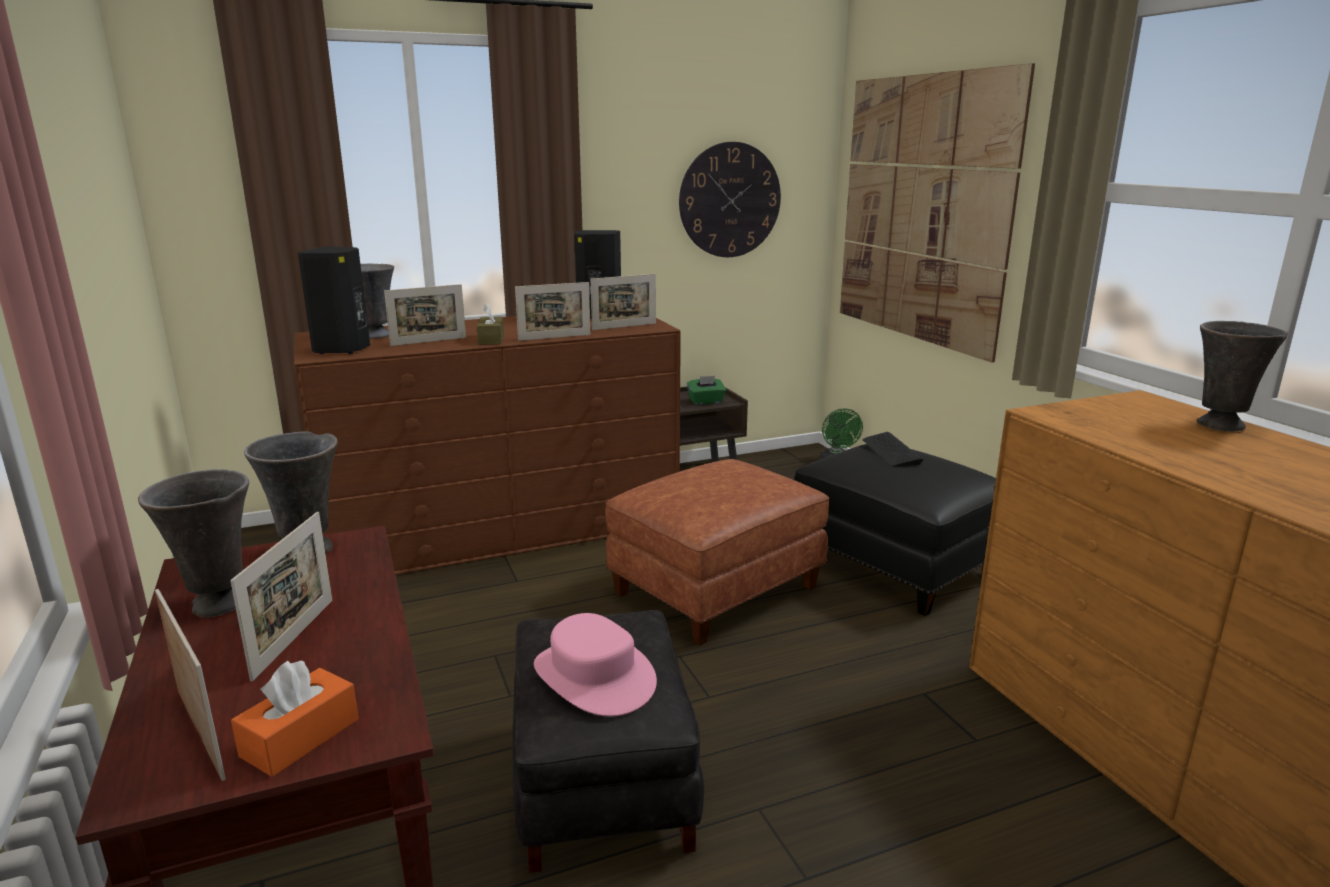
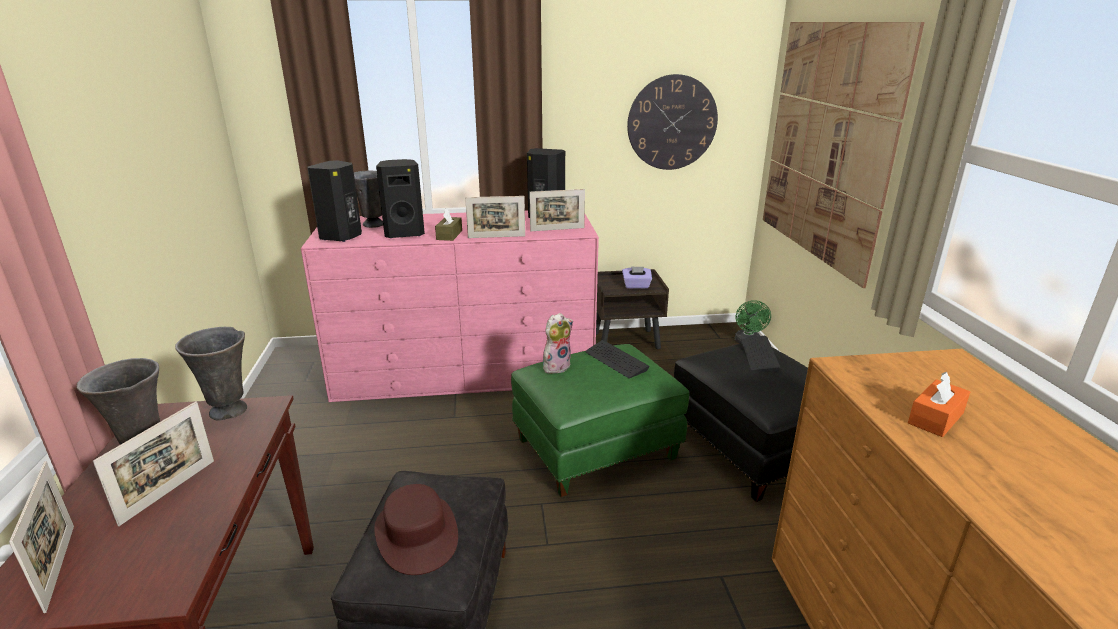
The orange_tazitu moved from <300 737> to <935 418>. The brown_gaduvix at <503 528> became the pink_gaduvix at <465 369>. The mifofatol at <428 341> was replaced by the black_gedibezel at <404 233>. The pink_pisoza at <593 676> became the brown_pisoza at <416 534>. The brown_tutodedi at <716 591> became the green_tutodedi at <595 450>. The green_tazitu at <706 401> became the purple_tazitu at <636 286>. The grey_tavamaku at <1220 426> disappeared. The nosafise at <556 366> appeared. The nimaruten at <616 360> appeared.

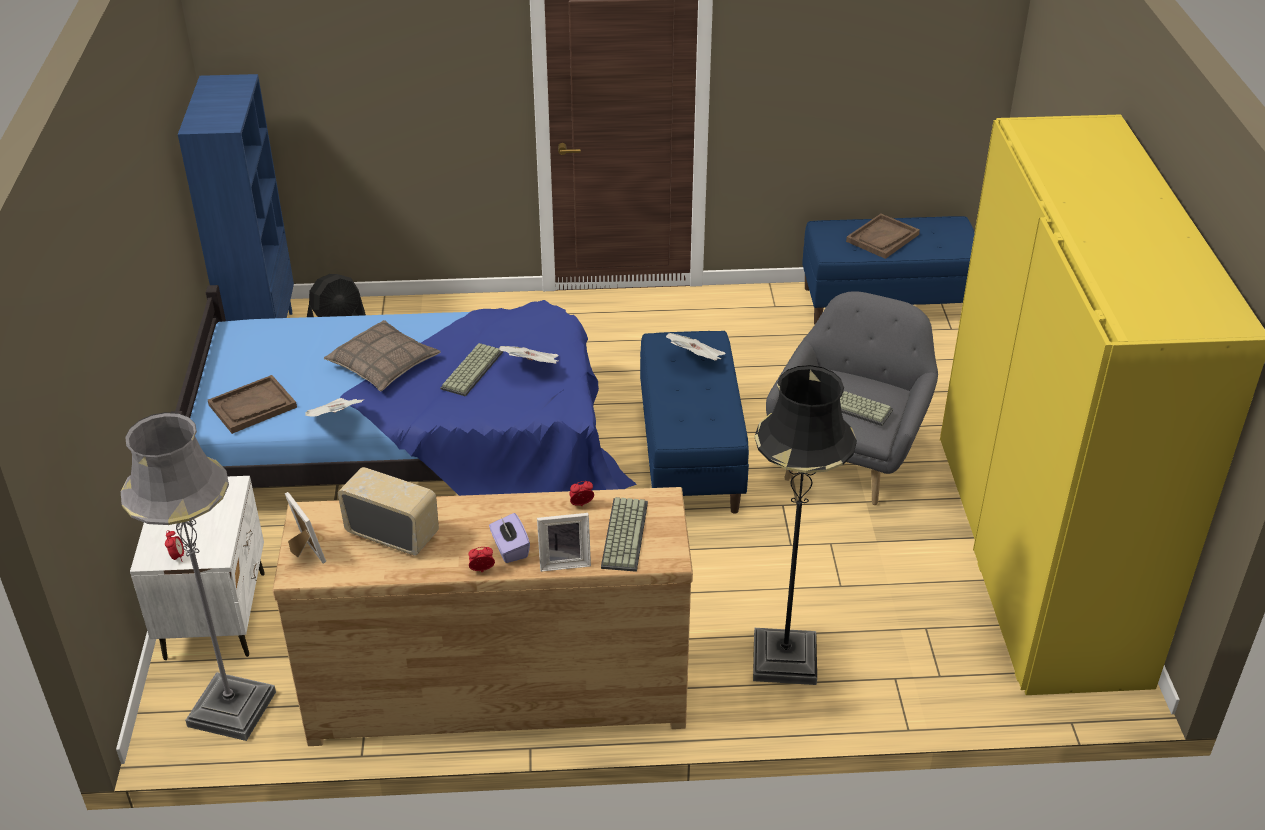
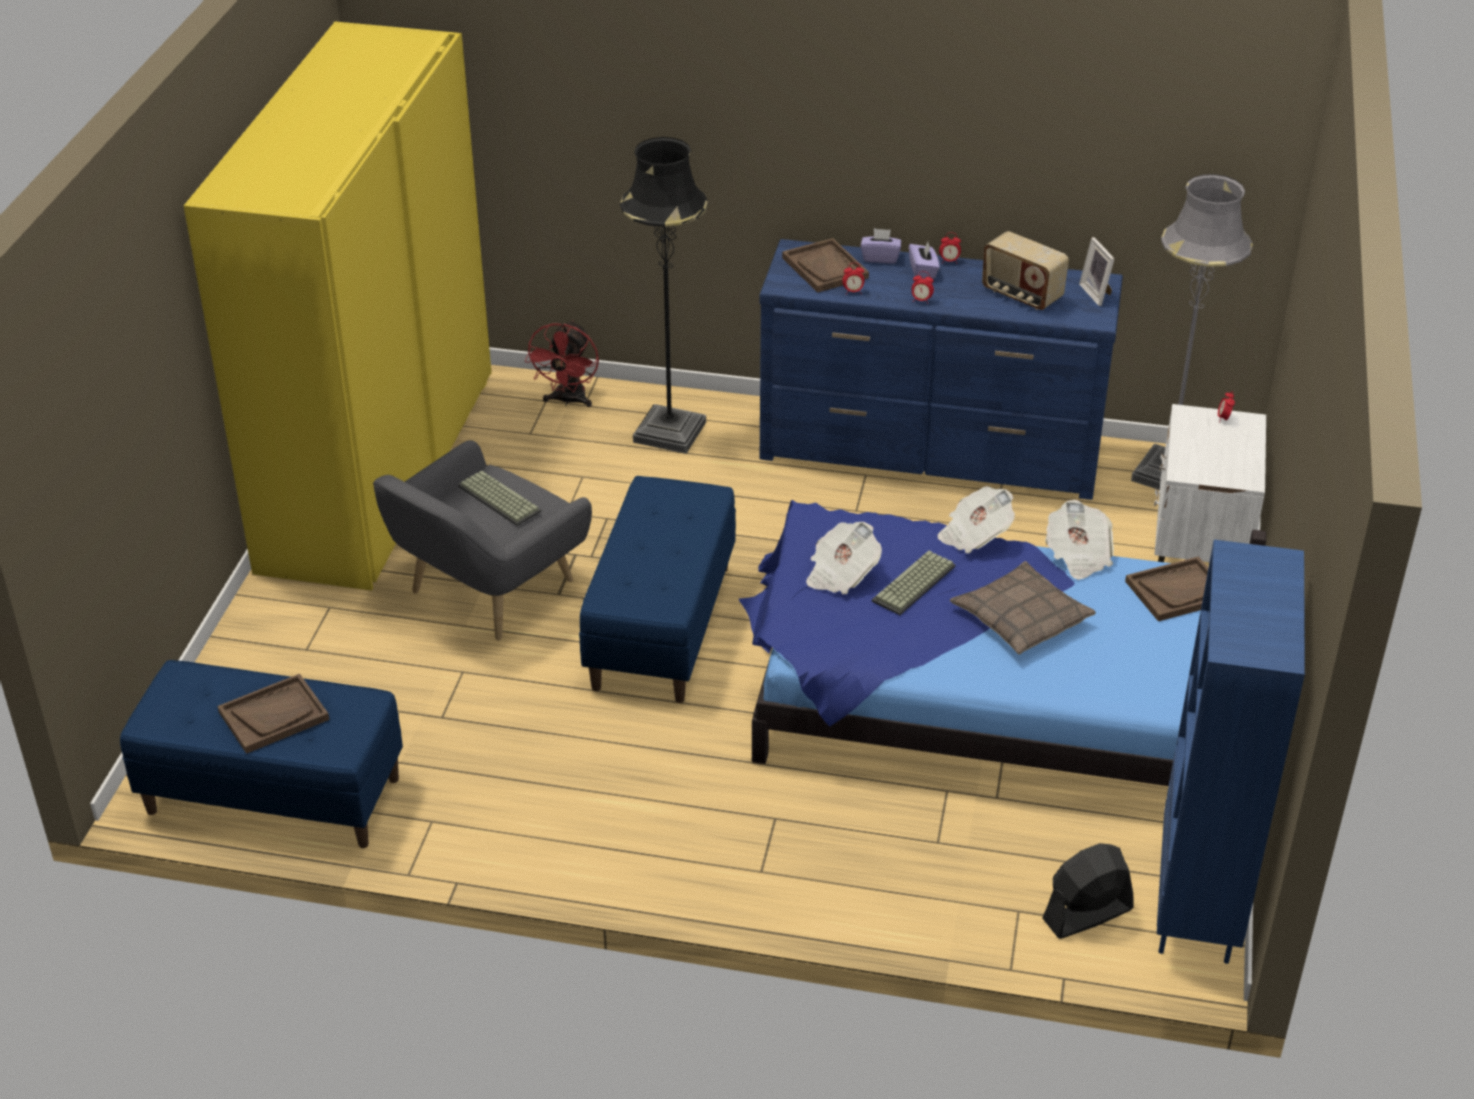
The brown_gaduvix at <497 690> became the blue_gaduvix at <931 451>. The mifofatol at <564 561> was replaced by the purple_tazitu at <880 258>. The nimaruten at <623 534> was replaced by the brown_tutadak at <825 268>. The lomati moved from <696 360> to <974 535>. The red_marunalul at <568 401> appeared. The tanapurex at <921 300> appeared.

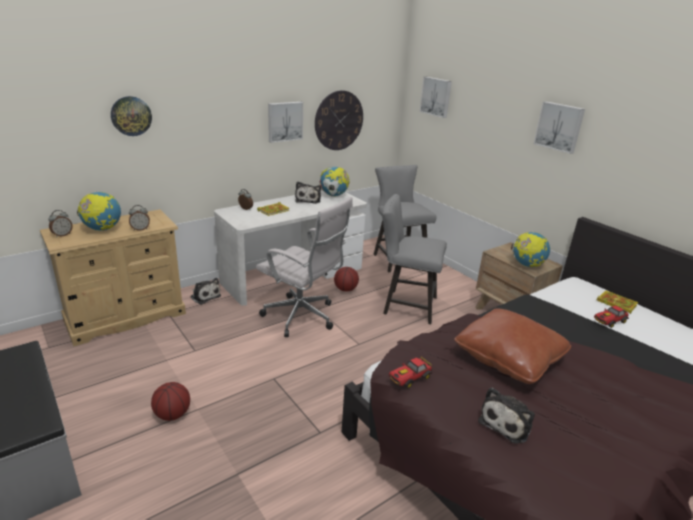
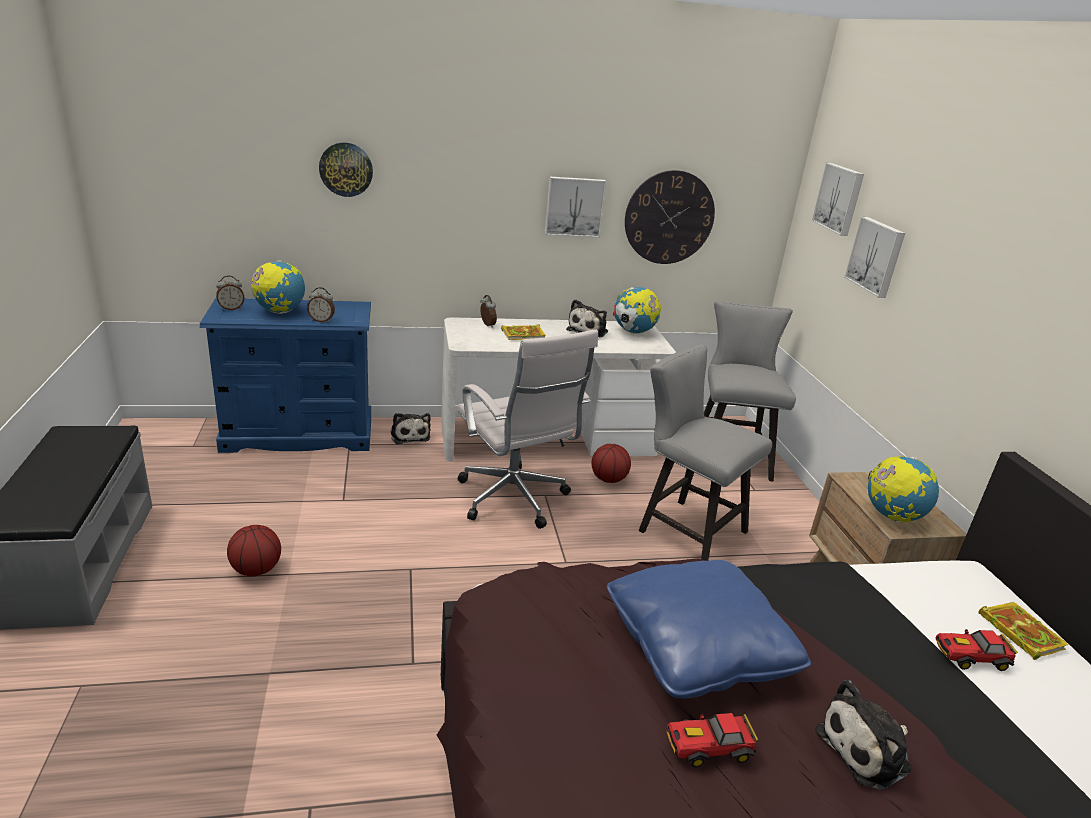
The beige_gaduvix at <126 317> became the blue_gaduvix at <299 435>. The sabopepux moved from <409 378> to <707 748>. The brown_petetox at <508 357> became the blue_petetox at <697 647>. The nosafise moved from <507 422> to <867 750>. The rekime moved from <559 127> to <876 256>.

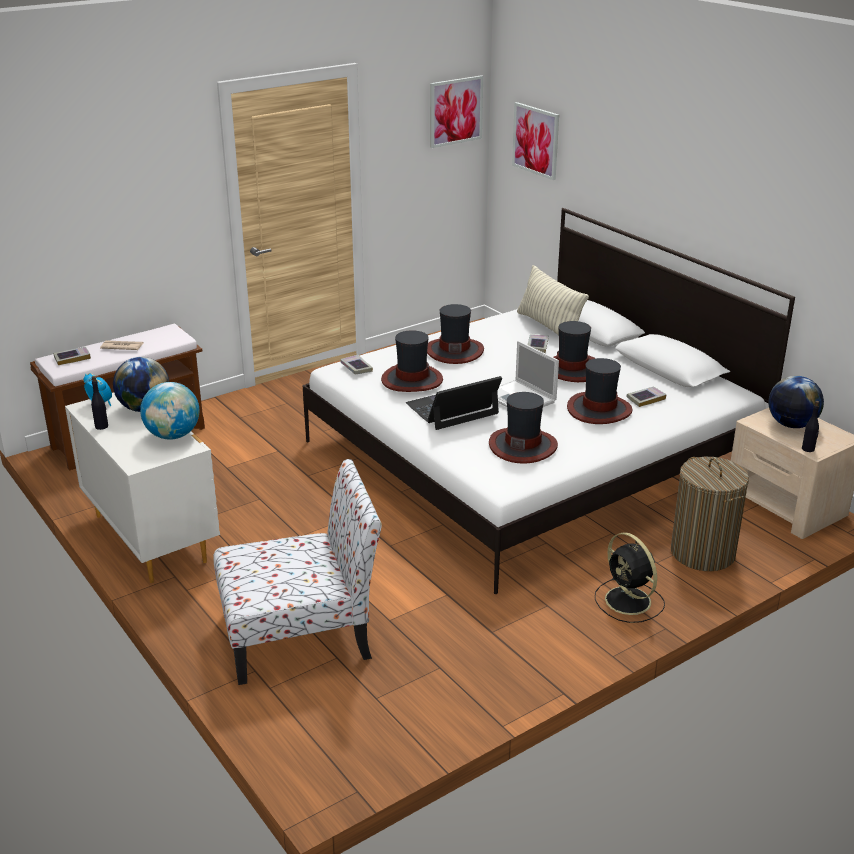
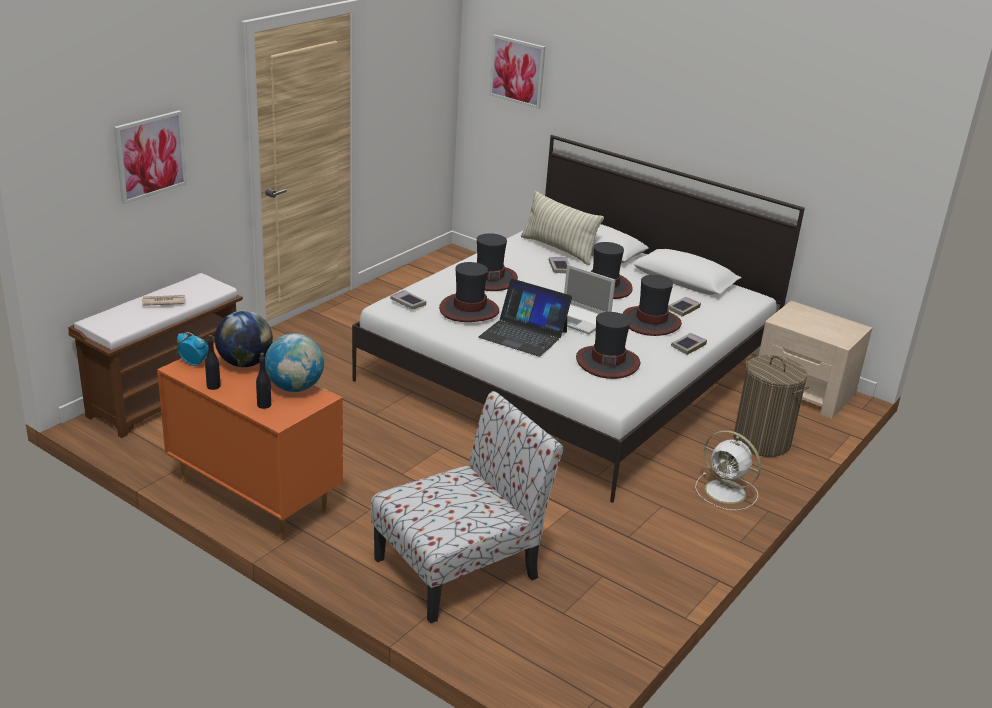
The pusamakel moved from <72 358> to <688 346>. The white_gaduvix at <151 537> became the orange_gaduvix at <254 495>. The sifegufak at <452 409> turned 105 degrees counterclockwise. The rekime moved from <455 111> to <150 156>. The black_marunalul at <629 602> became the white_marunalul at <727 492>. The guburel at <791 425> disappeared. The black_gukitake moved from <808 449> to <264 405>.

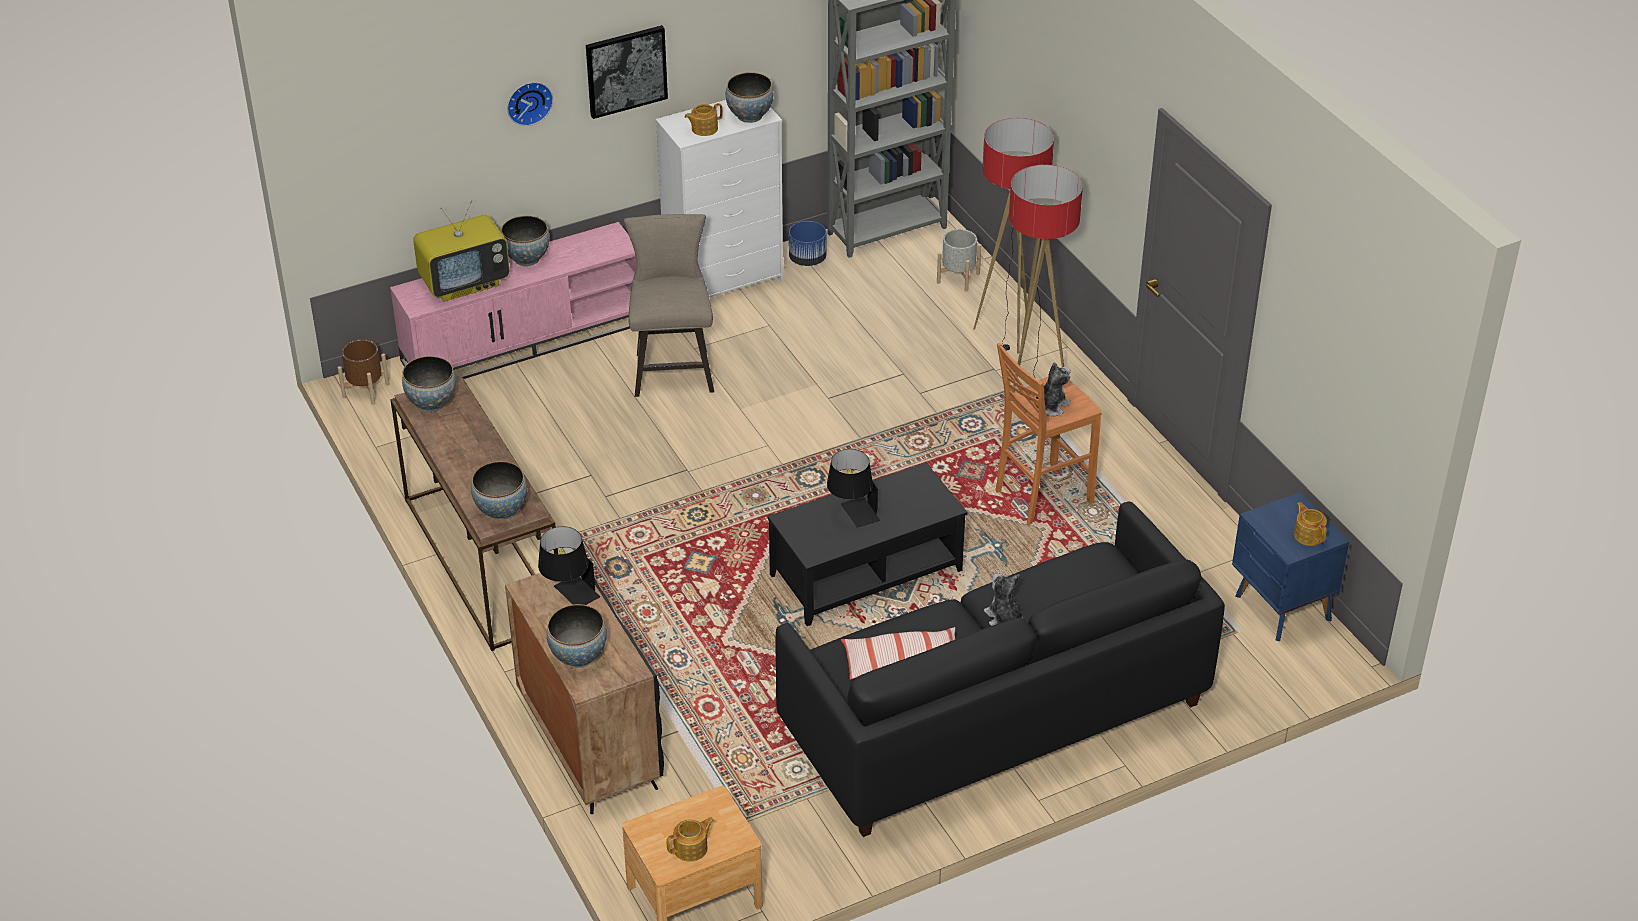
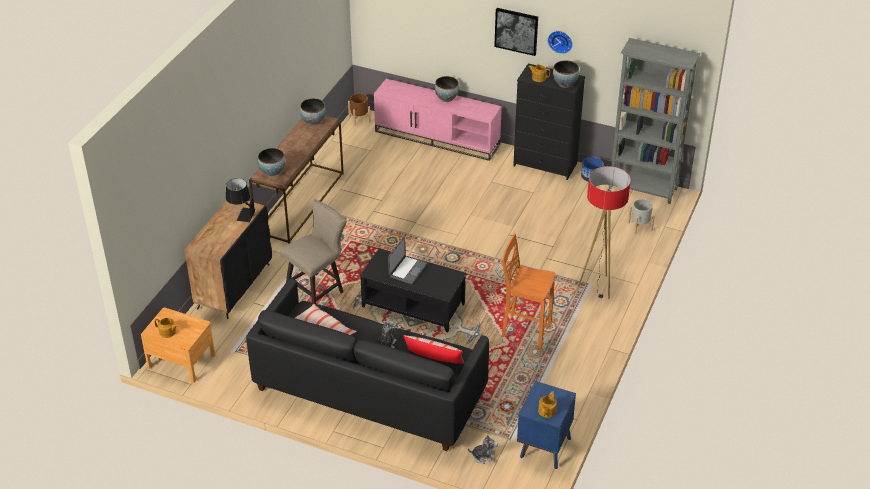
The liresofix at <465 283> disappeared. The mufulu moved from <528 102> to <560 41>. The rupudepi at <578 656> disappeared. The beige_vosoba moved from <672 368> to <318 290>. The white_gaduvix at <725 280> became the black_gaduvix at <545 164>. The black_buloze at <852 514> was replaced by the sifegufak at <407 270>. The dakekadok at <1006 334> disappeared. The nosafise moved from <1050 406> to <483 456>. The petetox at <434 359> appeared.

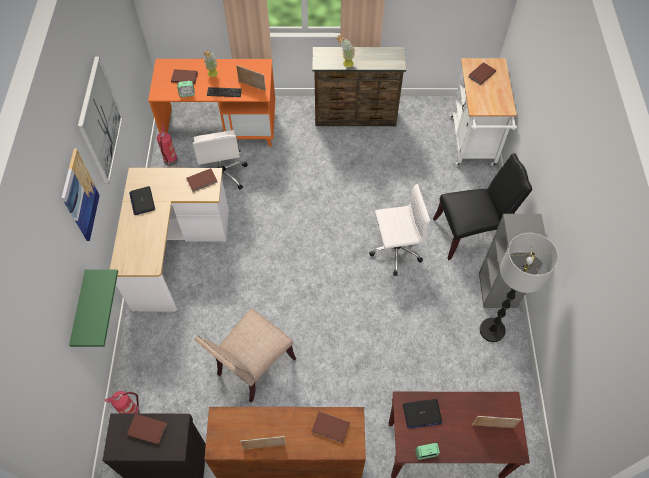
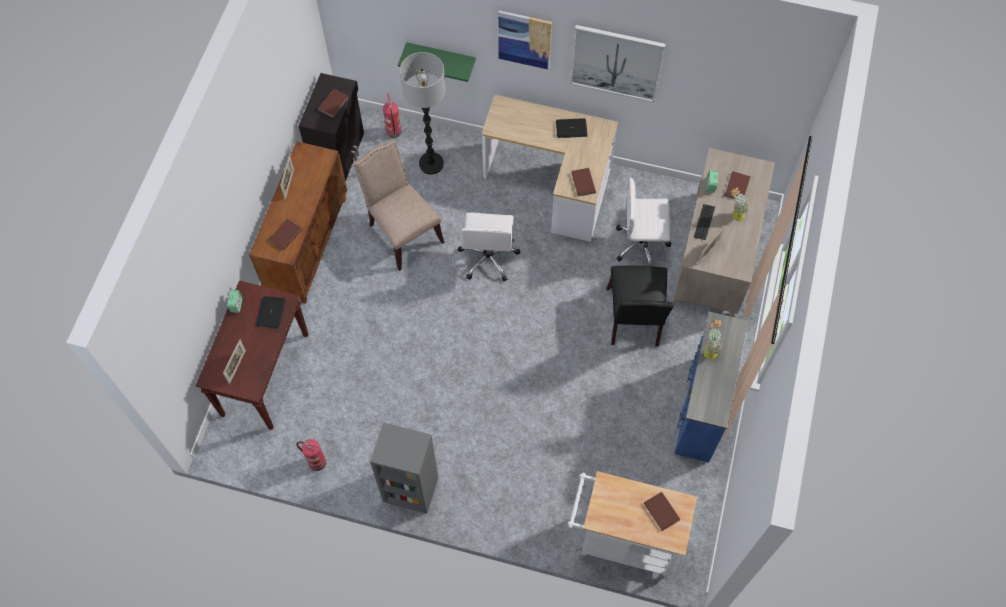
The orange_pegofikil at <221 127> became the beige_pegofikil at <715 255>. The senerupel moved from <171 161> to <316 462>. The brown_gaduvix at <356 117> became the blue_gaduvix at <700 409>. The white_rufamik moved from <394 250> to <488 258>. The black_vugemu moved from <470 233> to <634 320>. The dakekadok moved from <492 330> to <431 163>.

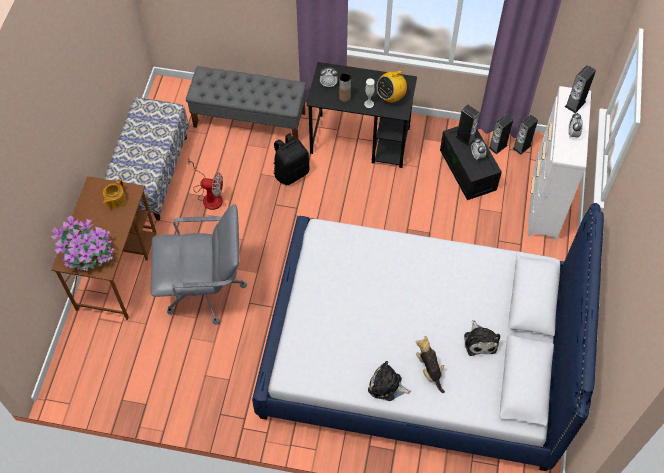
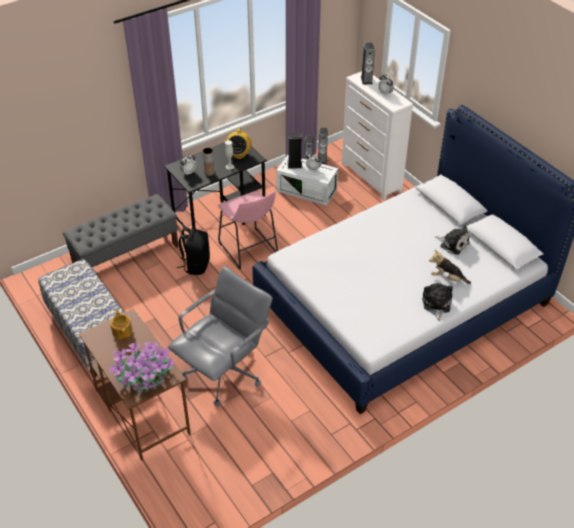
The marunalul at <209 196> disappeared. The nosafise at <387 386> turned 120 degrees clockwise. The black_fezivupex at <469 170> became the white_fezivupex at <308 190>. The pink_vosoba at <249 250> appeared.

